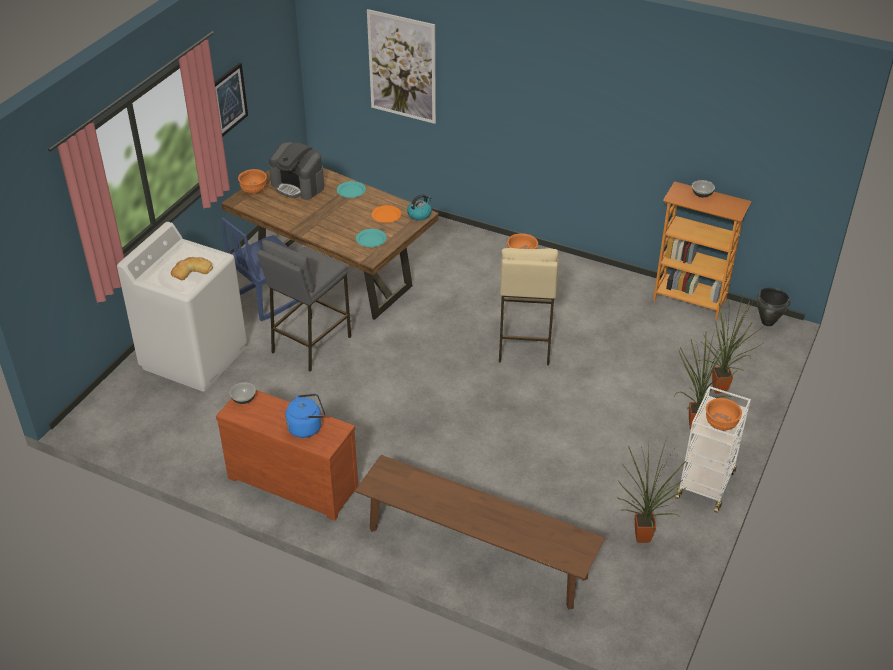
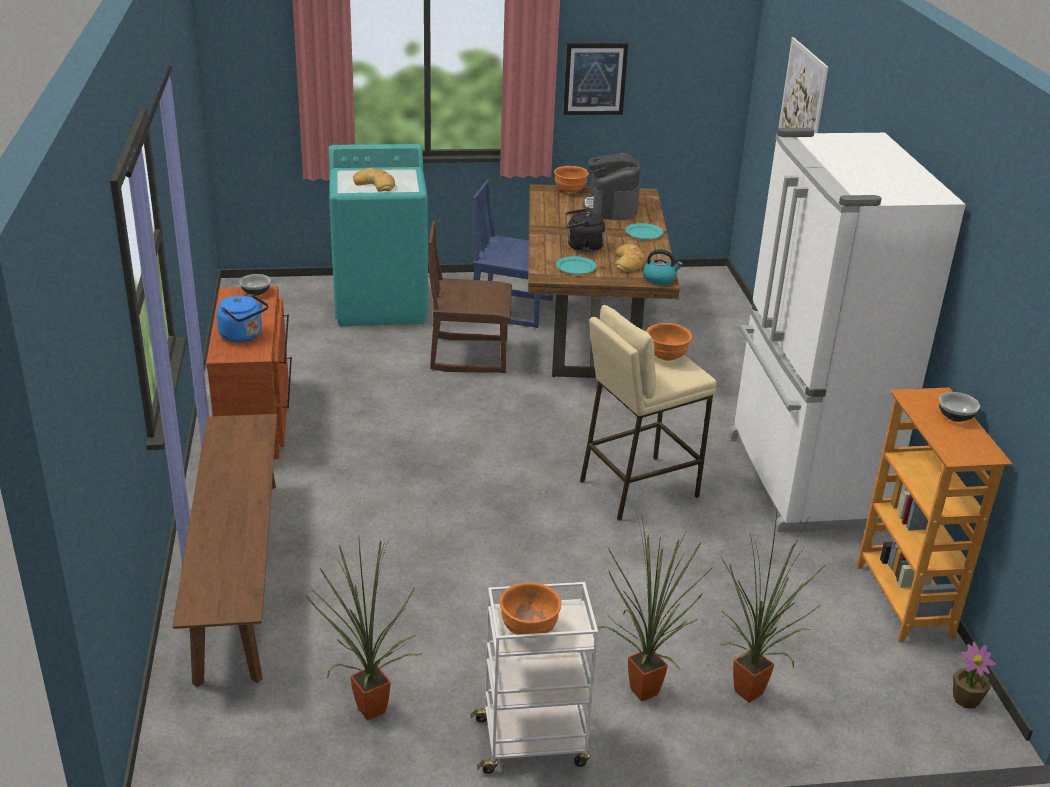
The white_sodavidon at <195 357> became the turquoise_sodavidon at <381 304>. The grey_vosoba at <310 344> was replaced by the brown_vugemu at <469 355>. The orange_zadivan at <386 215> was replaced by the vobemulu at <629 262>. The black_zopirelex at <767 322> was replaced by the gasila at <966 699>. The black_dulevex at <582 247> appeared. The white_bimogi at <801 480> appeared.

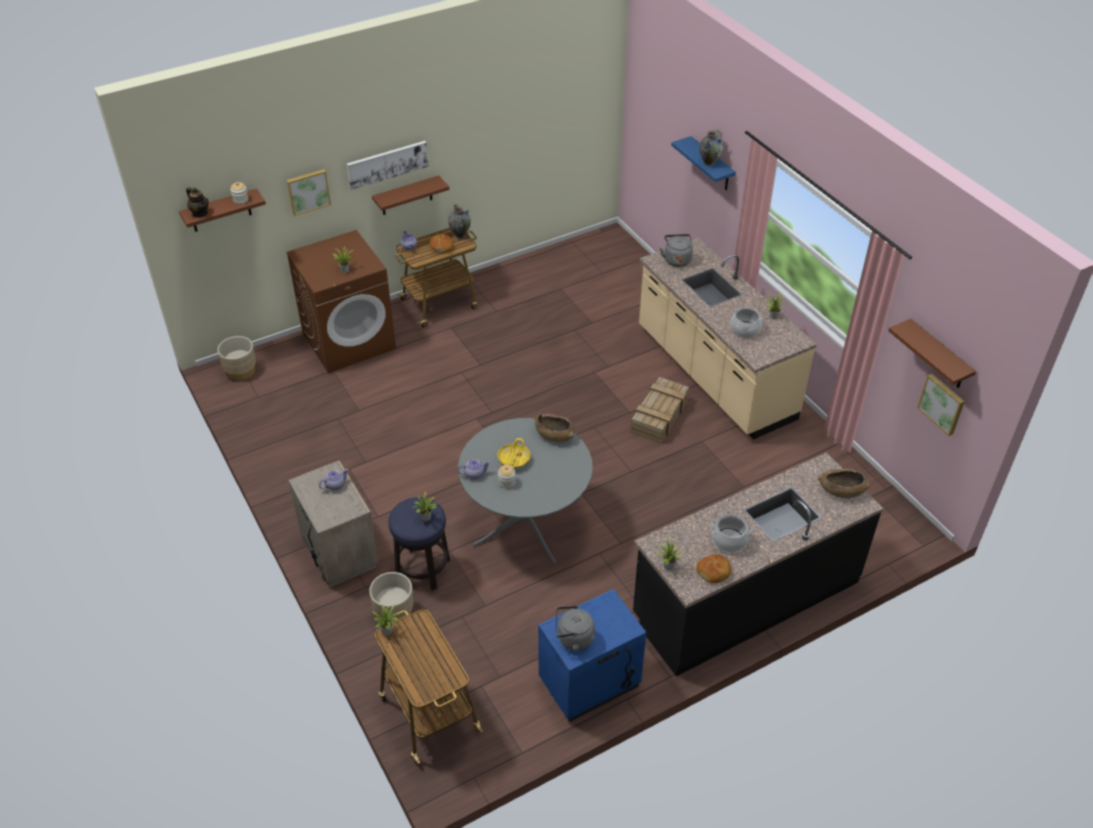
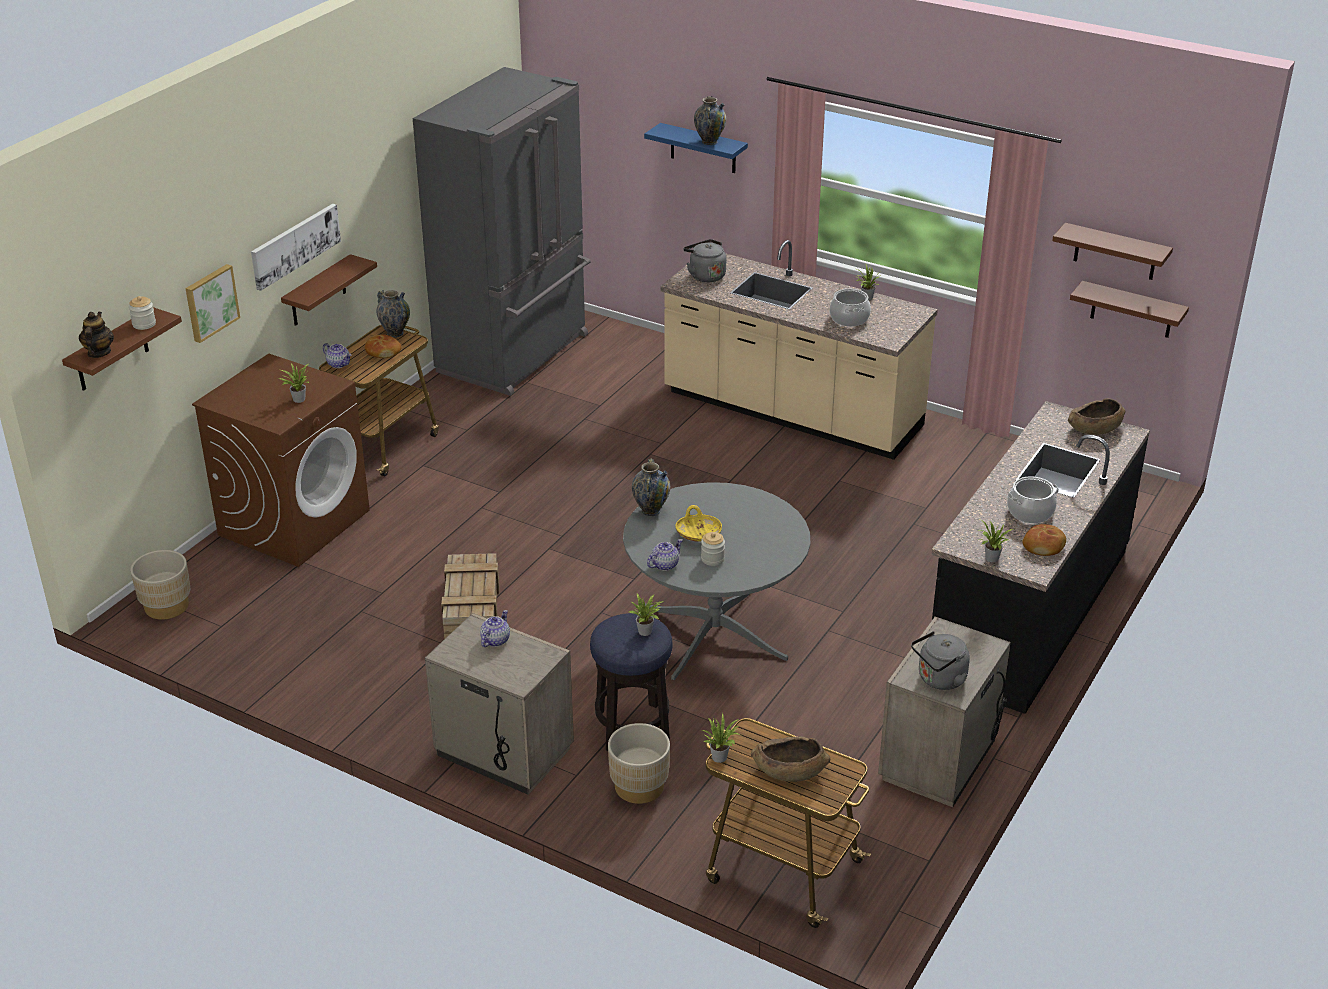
The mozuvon at <200 213> turned 105 degrees counterclockwise. The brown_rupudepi moved from <553 434> to <789 770>. The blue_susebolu at <590 683> became the beige_susebolu at <939 760>. The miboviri moved from <659 415> to <471 606>. The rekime at <942 403> was replaced by the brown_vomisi at <1132 310>. The grey_bimogi at <516 353> appeared. The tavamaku at <651 510> appeared.

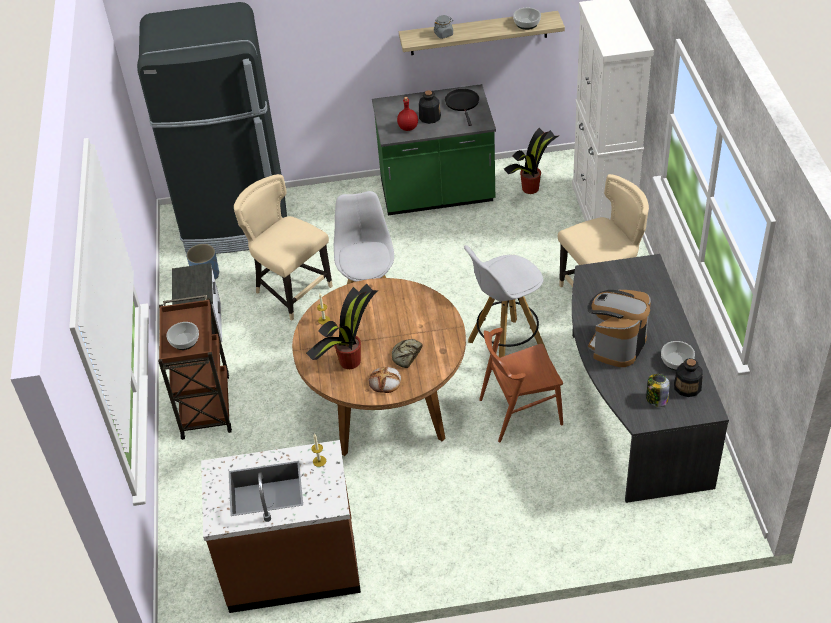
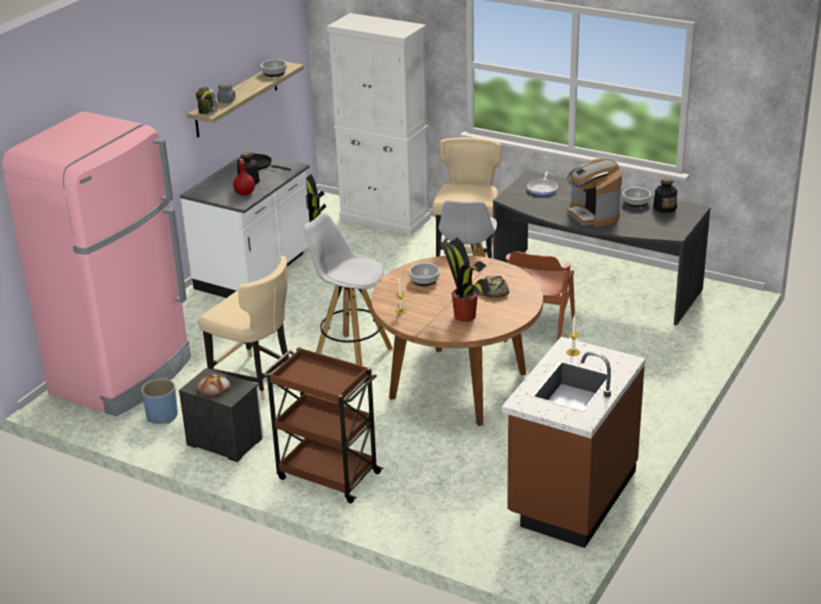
The black_bimogi at <237 224> became the pink_bimogi at <123 376>. The rupudepi moved from <185 341> to <424 280>. The beige_vugemu at <291 290> turned 135 degrees counterclockwise. The vobemulu moved from <385 382> to <214 388>. The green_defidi at <437 194> became the white_defidi at <255 272>. The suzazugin moved from <656 399> to <207 112>. The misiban at <543 188> appeared.

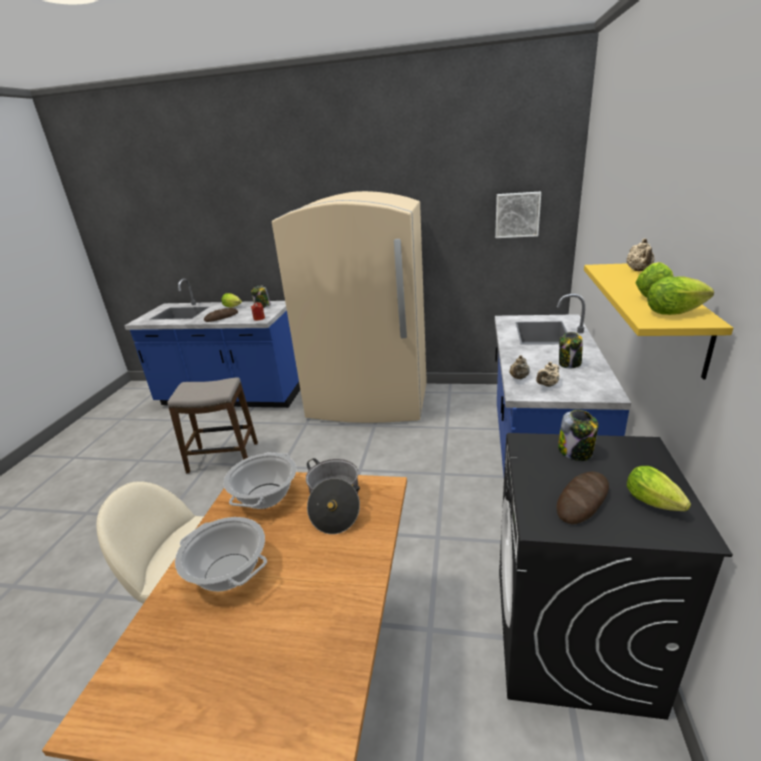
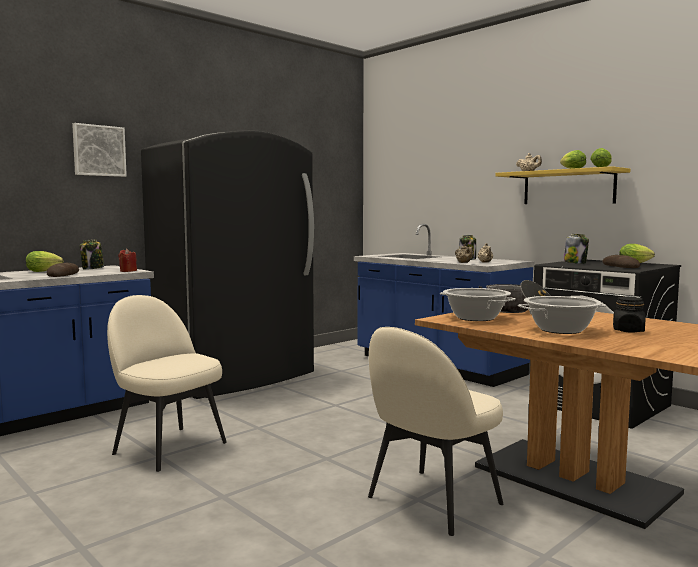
The vosoba at <223 457> was replaced by the beige_vugemu at <168 447>. The beige_bimogi at <368 402> became the black_bimogi at <235 378>. The rekime moved from <517 215> to <99 150>. The black_suzazugin at <628 330> appeared.

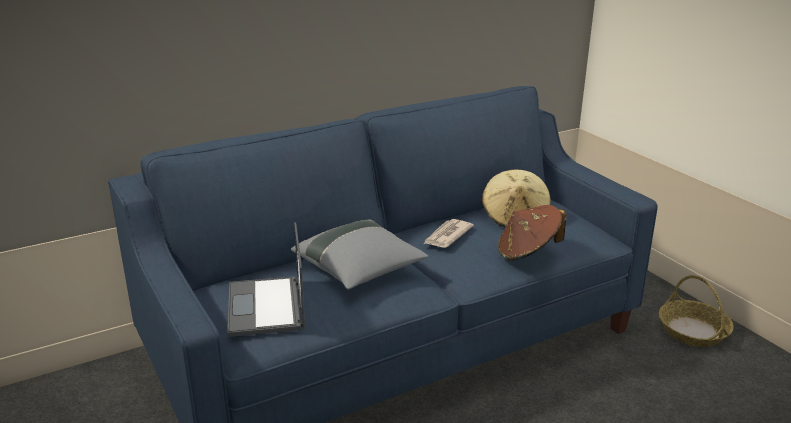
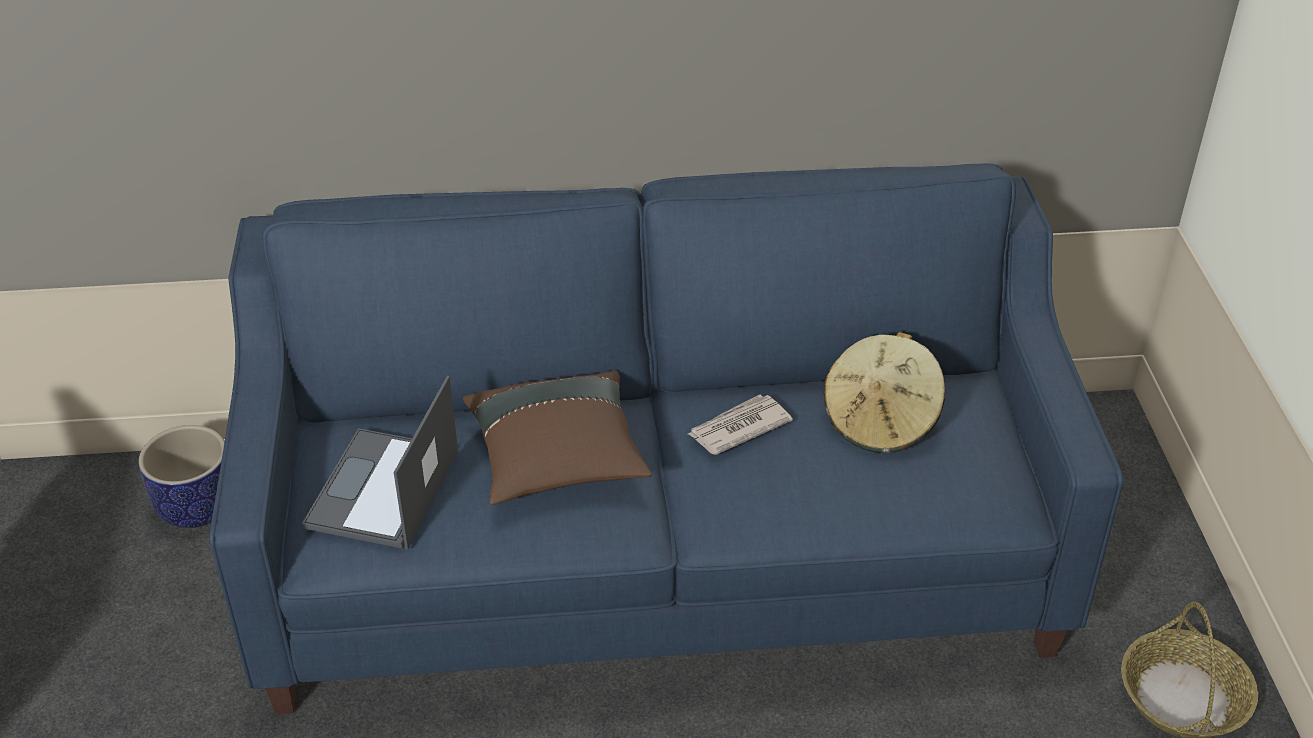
The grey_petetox at <359 270> became the brown_petetox at <557 459>. The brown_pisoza at <527 252> disappeared. The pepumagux at <198 507> appeared.

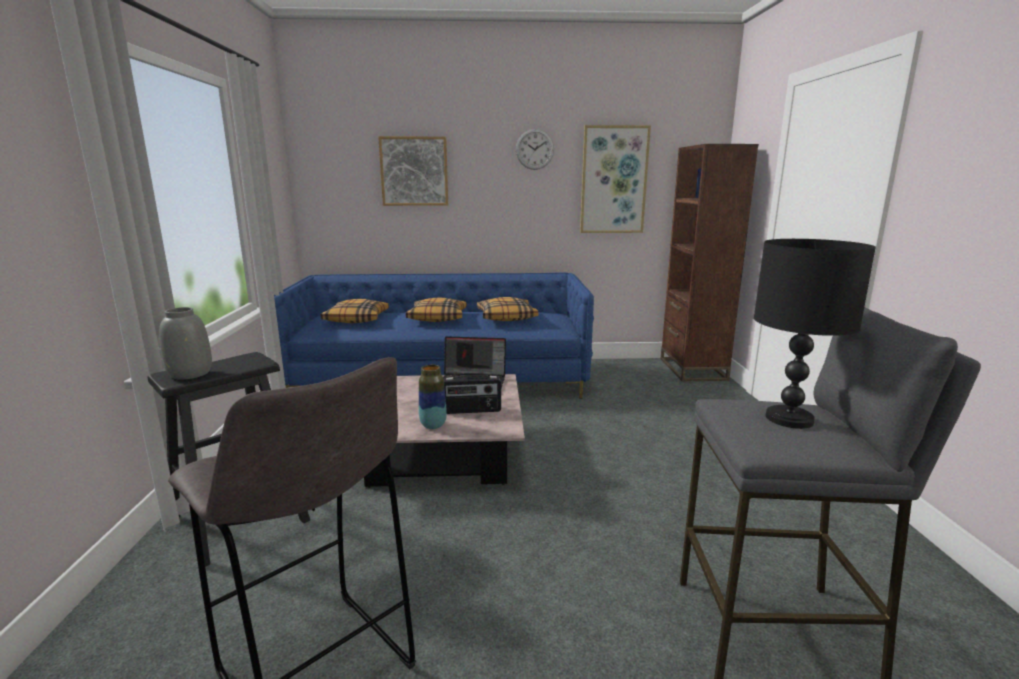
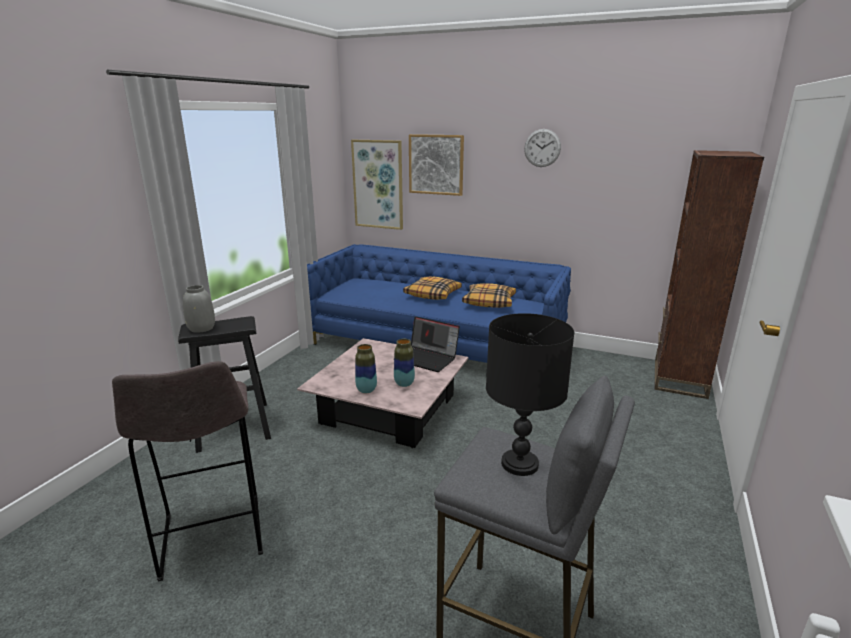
The petetox at <357 319> disappeared. The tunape at <472 410> was replaced by the tavamaku at <404 384>. The rekime moved from <613 180> to <378 184>.

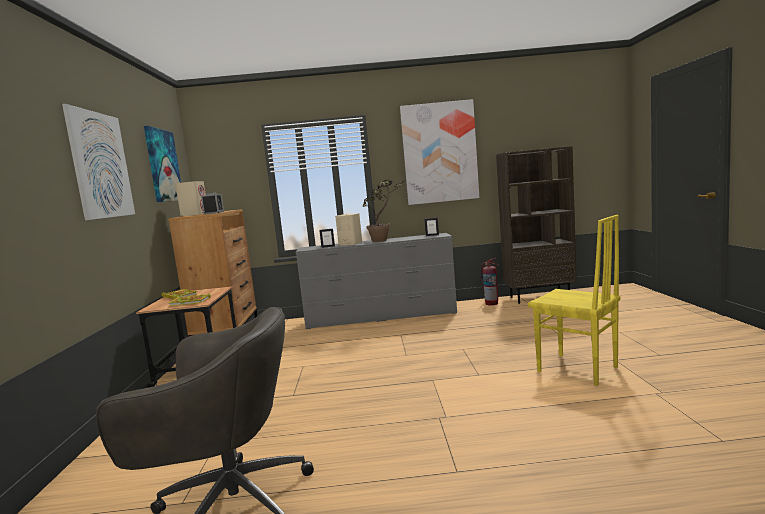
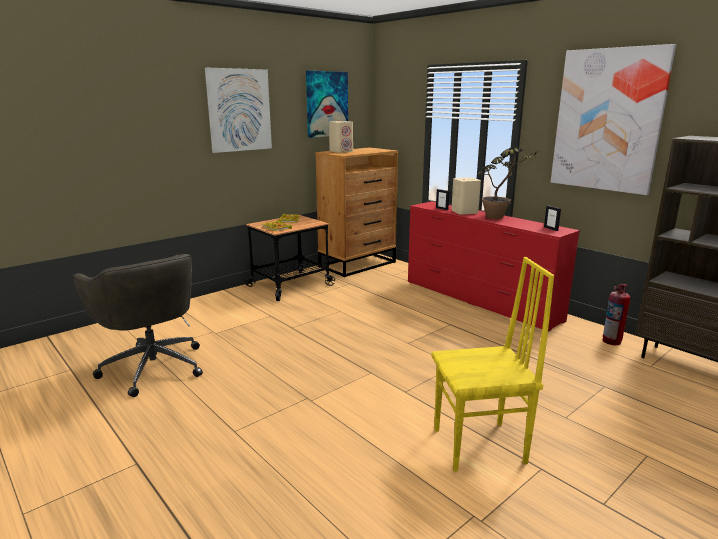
The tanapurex at <214 213> disappeared. The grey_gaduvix at <381 317> became the red_gaduvix at <479 300>. The yellow_vugemu at <577 370> turned 105 degrees counterclockwise.

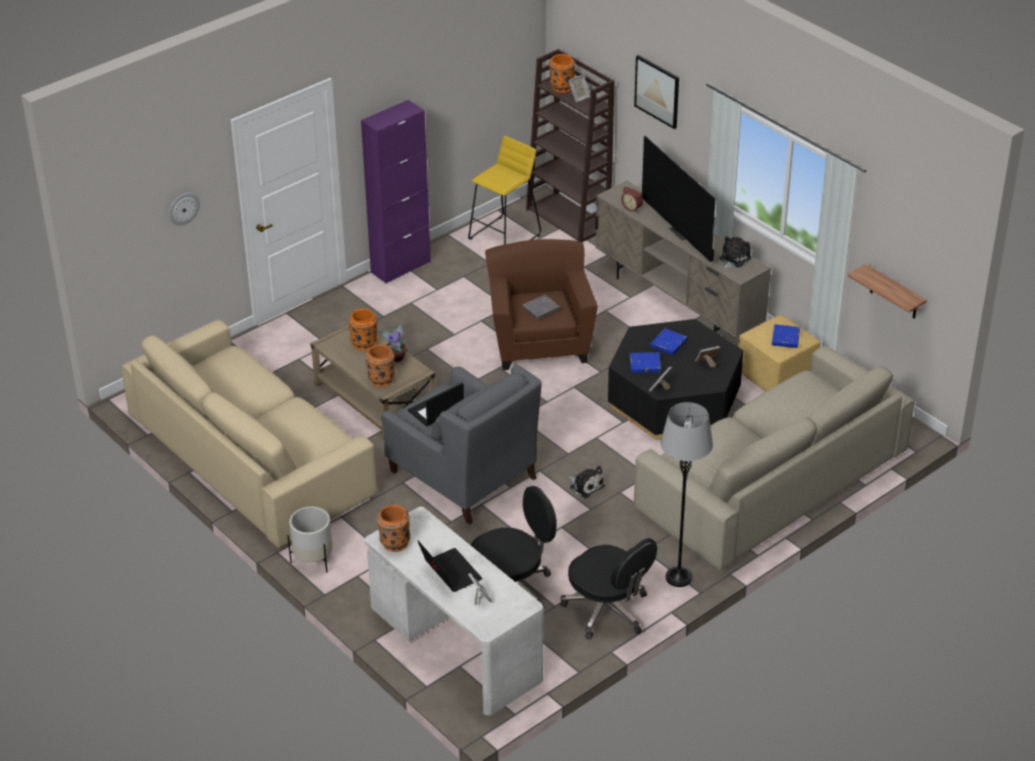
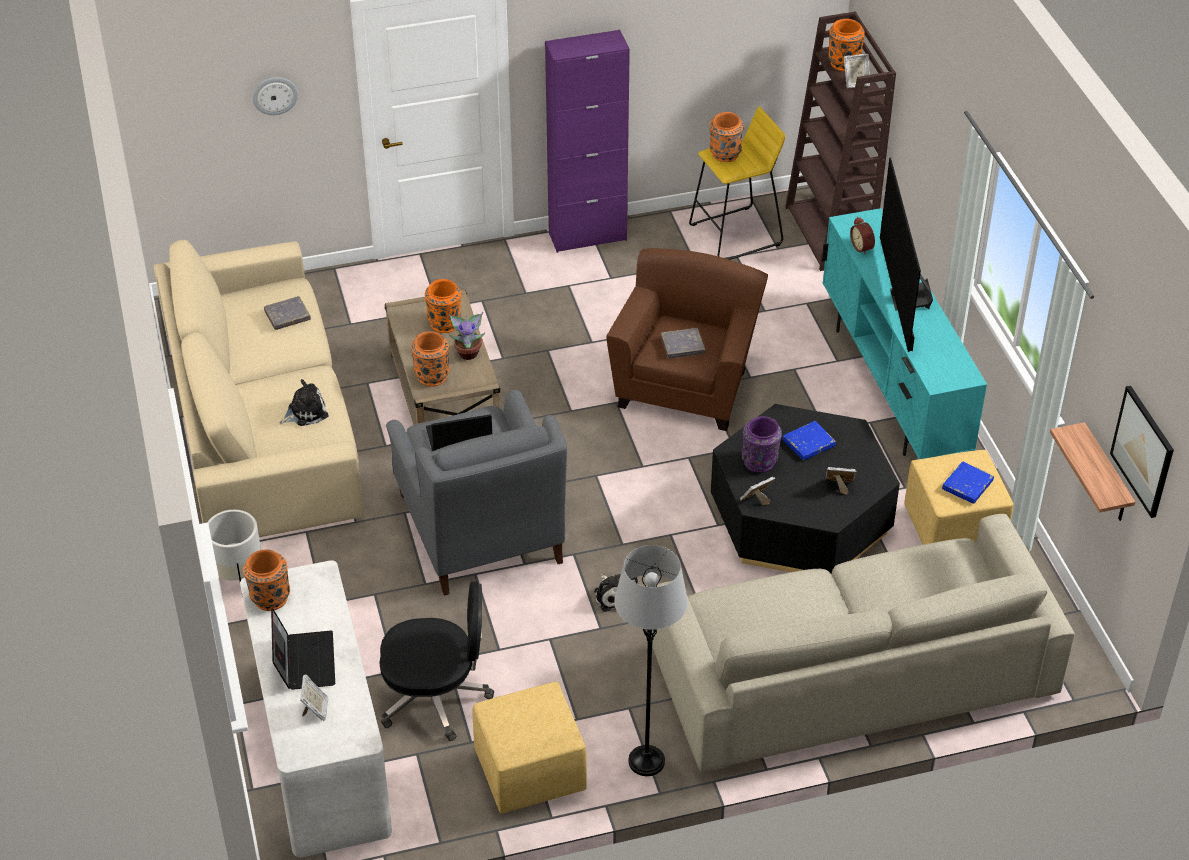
The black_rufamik at <608 611> was replaced by the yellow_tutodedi at <530 773>. The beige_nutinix at <678 303> became the turquoise_nutinix at <893 388>. The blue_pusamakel at <645 364> was replaced by the purple_tavamaku at <760 461>. The rekime moved from <657 91> to <1143 451>. The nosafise moved from <733 259> to <305 412>. The grey_pusamakel at <287 315> appeared. The orange_tavamaku at <725 154> appeared.

